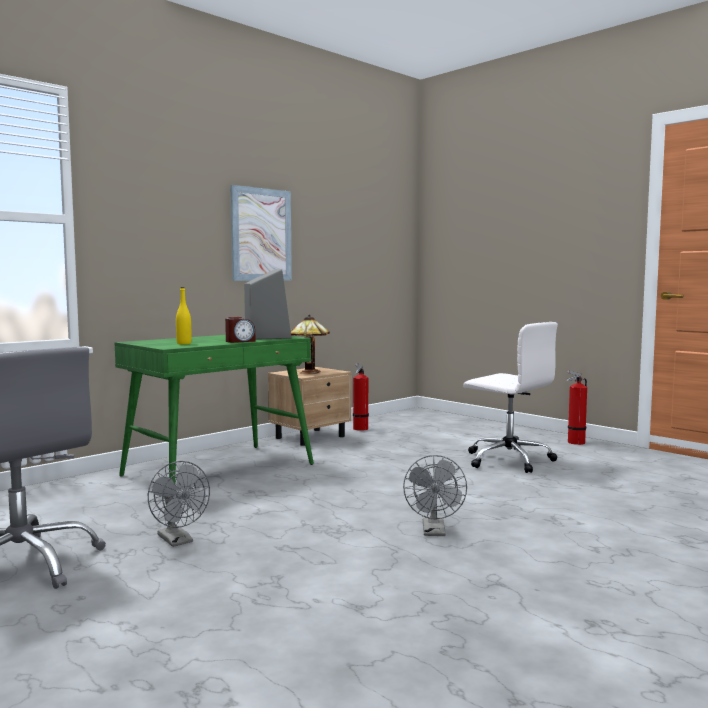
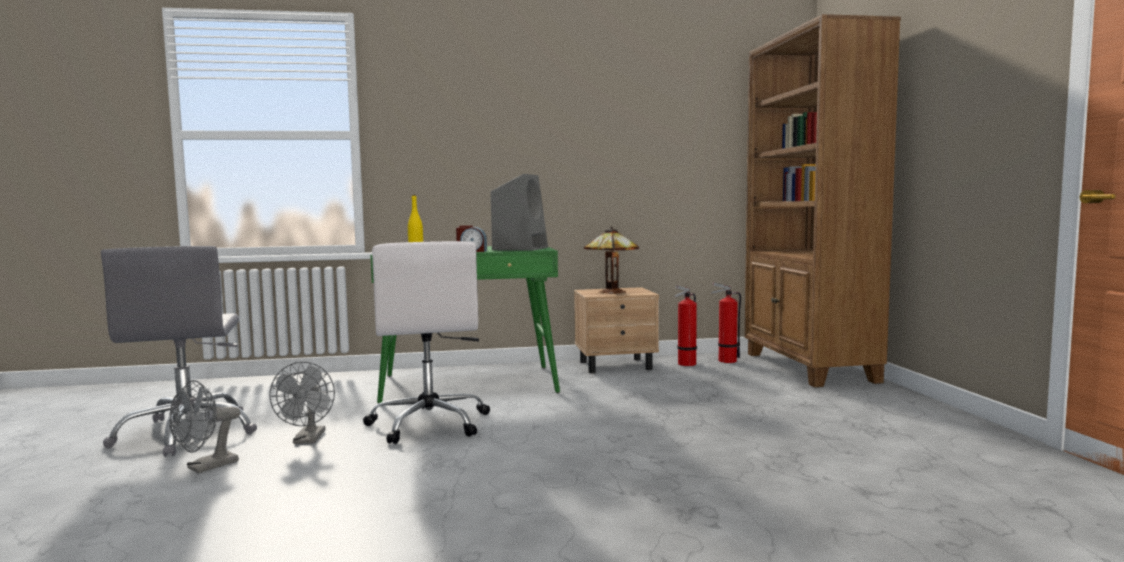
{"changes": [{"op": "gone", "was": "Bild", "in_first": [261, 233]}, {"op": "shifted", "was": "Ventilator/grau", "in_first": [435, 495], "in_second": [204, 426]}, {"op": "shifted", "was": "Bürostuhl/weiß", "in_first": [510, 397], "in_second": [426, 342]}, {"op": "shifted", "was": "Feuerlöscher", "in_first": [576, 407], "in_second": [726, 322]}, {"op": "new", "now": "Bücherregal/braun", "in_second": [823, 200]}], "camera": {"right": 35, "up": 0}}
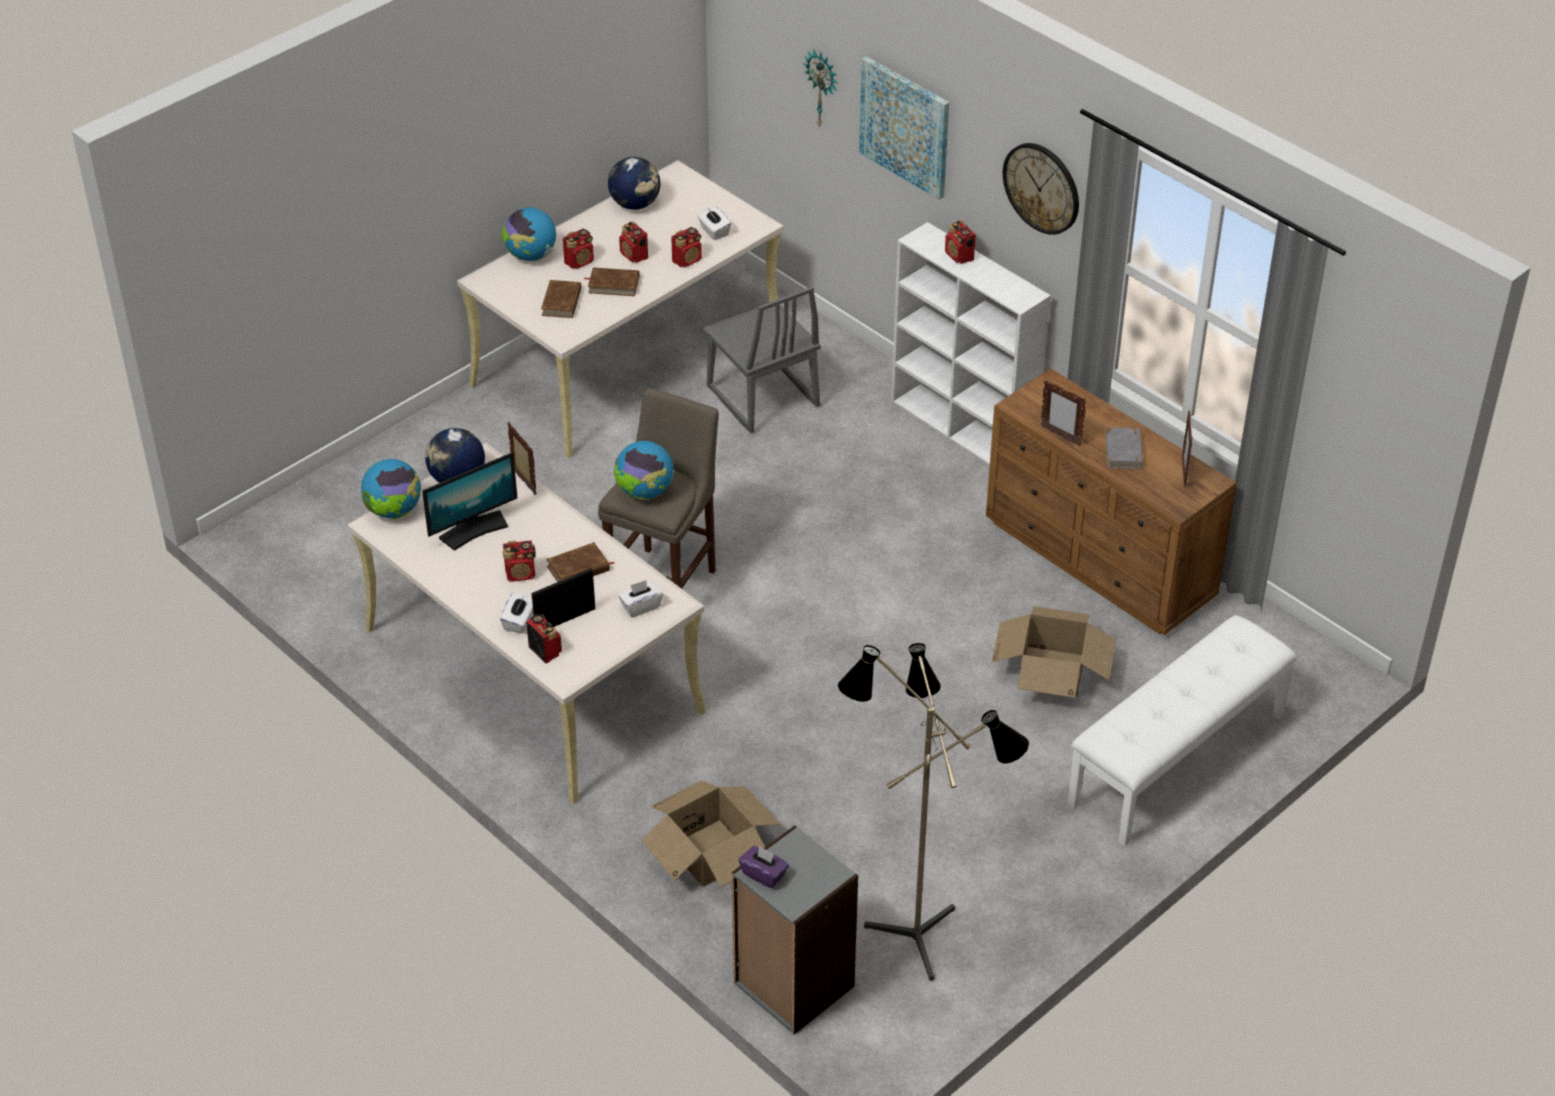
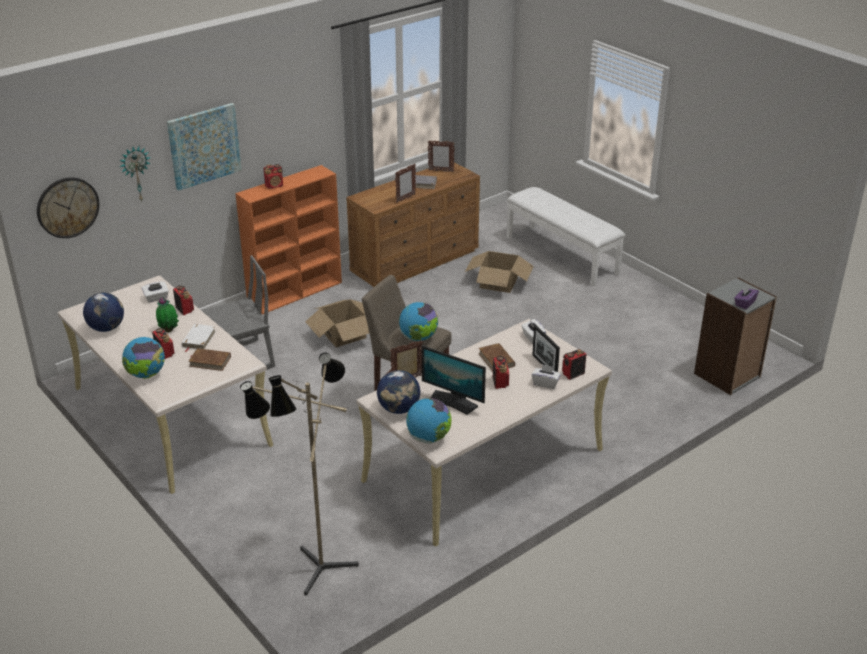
{"changes": [{"op": "rotated", "was": "Monitor", "in_first": [470, 501], "in_second": [454, 380], "clockwise": 150}, {"op": "repainted", "was": "Buch/braun", "now": "Buch/weiß", "in_first": [611, 281], "in_second": [199, 338]}, {"op": "swapped", "was": "Radio", "now": "Topfpflanze", "in_first": [633, 242], "in_second": [167, 315]}, {"op": "shifted", "was": "Karton", "in_first": [710, 833], "in_second": [337, 323]}, {"op": "shifted", "was": "Stehlampe", "in_first": [933, 812], "in_second": [299, 474]}, {"op": "repainted", "was": "Bücherregal/weiß", "now": "Bücherregal/orange", "in_first": [971, 343], "in_second": [288, 240]}, {"op": "shifted", "was": "Wanduhr", "in_first": [1041, 189], "in_second": [68, 207]}], "camera": {"right": -85, "up": -10}}
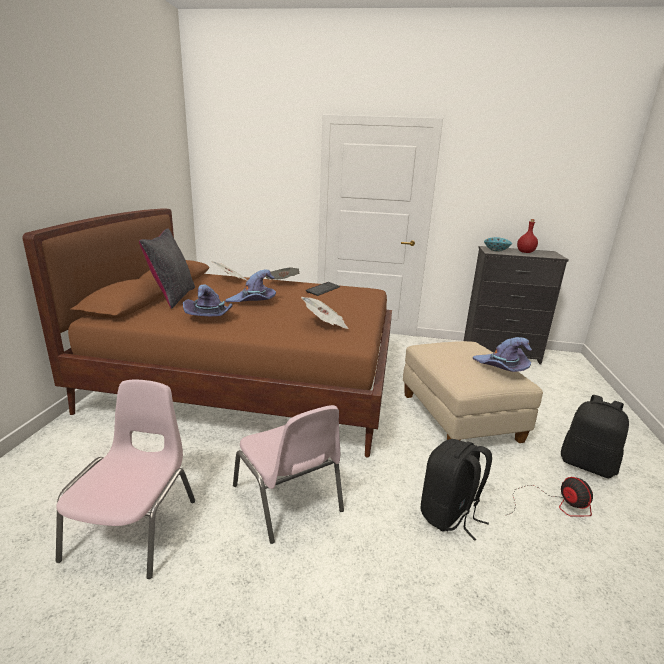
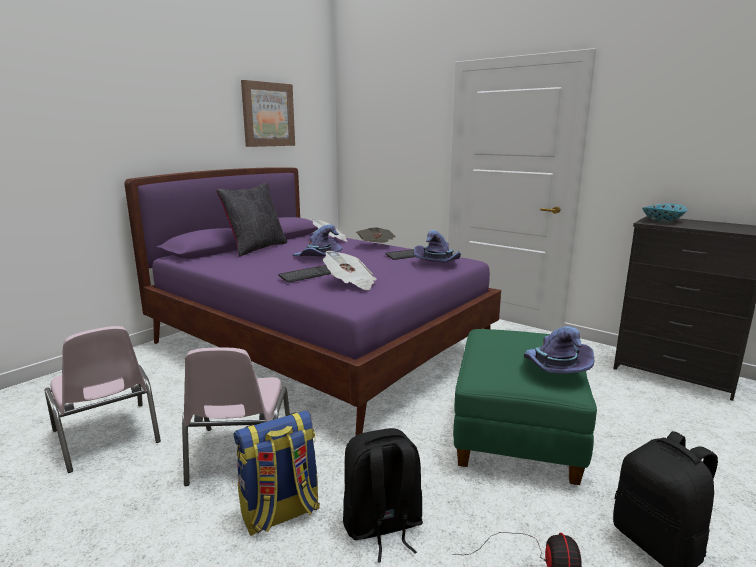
{"changes": [{"op": "repainted", "was": "Bett/braun", "now": "Bett/lila", "in_first": [207, 332], "in_second": [312, 301]}, {"op": "rotated", "was": "Stuhl/rosa", "in_first": [125, 479], "in_second": [102, 399], "clockwise": 105}, {"op": "shifted", "was": "Hut/lila", "in_first": [208, 300], "in_second": [437, 246]}, {"op": "repainted", "was": "Polsterhocker/beige", "now": "Polsterhocker/grün", "in_first": [473, 392], "in_second": [525, 407]}, {"op": "gone", "was": "Flasche/rot", "in_first": [527, 236]}, {"op": "new", "now": "Rucksack", "in_second": [277, 473]}, {"op": "new", "now": "Bild", "in_second": [268, 113]}, {"op": "new", "now": "Tastatur", "in_second": [304, 274]}], "camera": {"right": 30, "up": -5}}
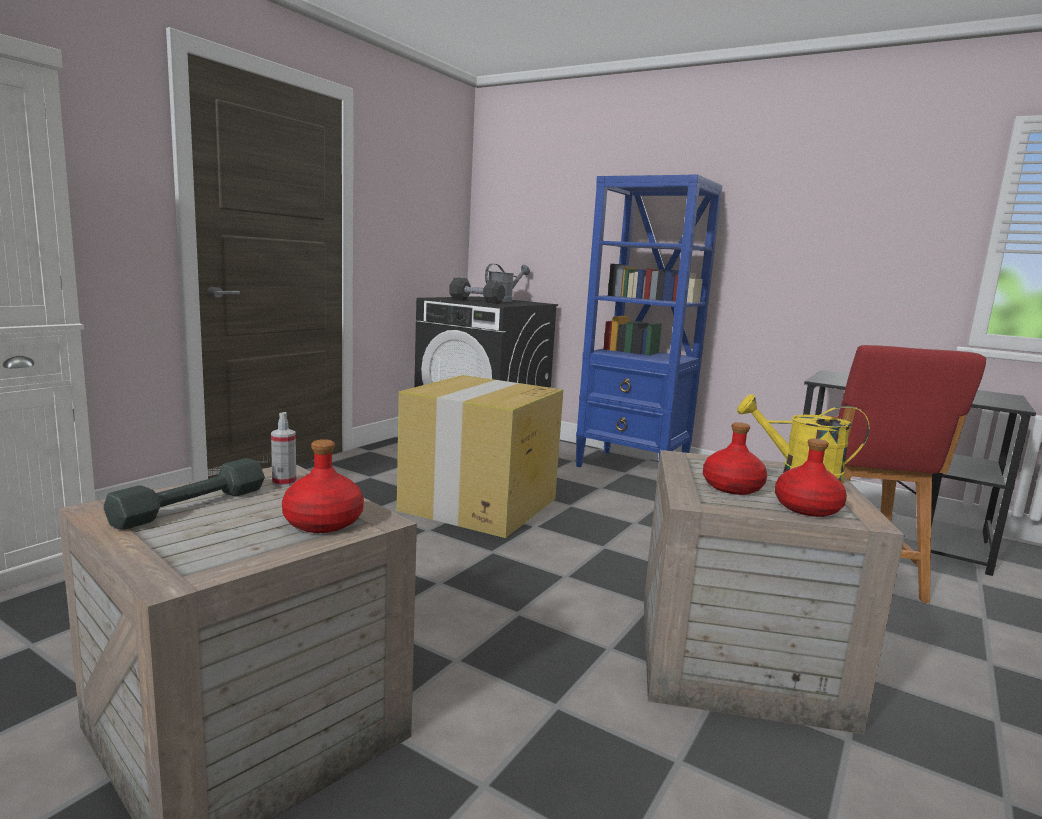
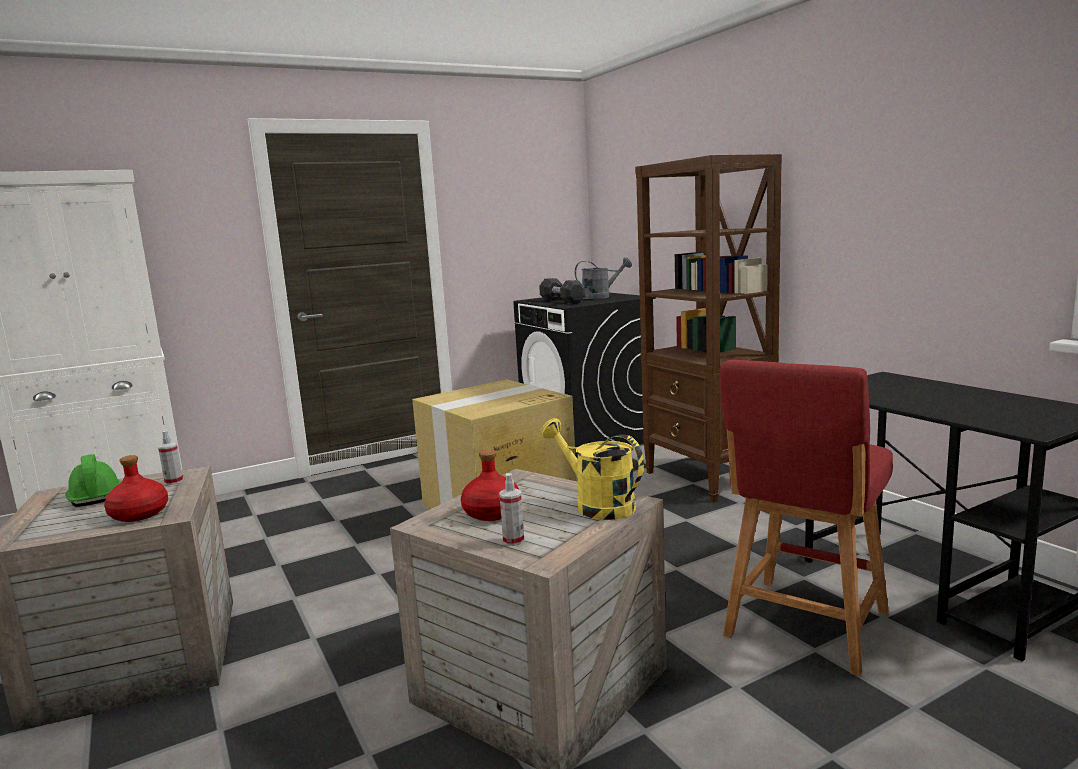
{"changes": [{"op": "swapped", "was": "Hantel/grau", "now": "Schutzhelm/grün", "in_first": [184, 494], "in_second": [93, 480]}, {"op": "repainted", "was": "Bücherregal/blau", "now": "Bücherregal/braun", "in_first": [648, 320], "in_second": [708, 328]}, {"op": "swapped", "was": "Flasche/rot", "now": "Sprühflasche", "in_first": [811, 477], "in_second": [511, 509]}], "camera": {"right": 30, "up": 0}}
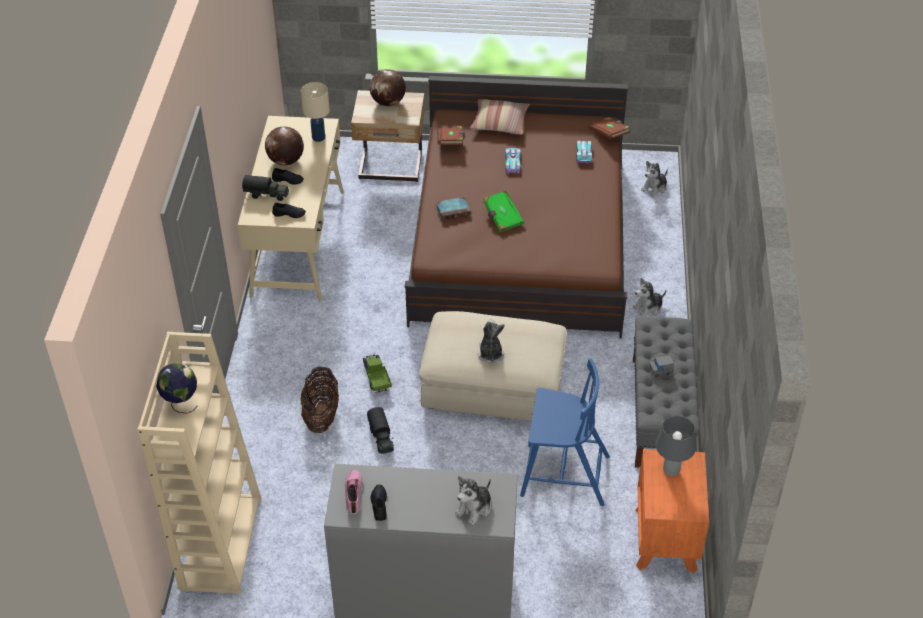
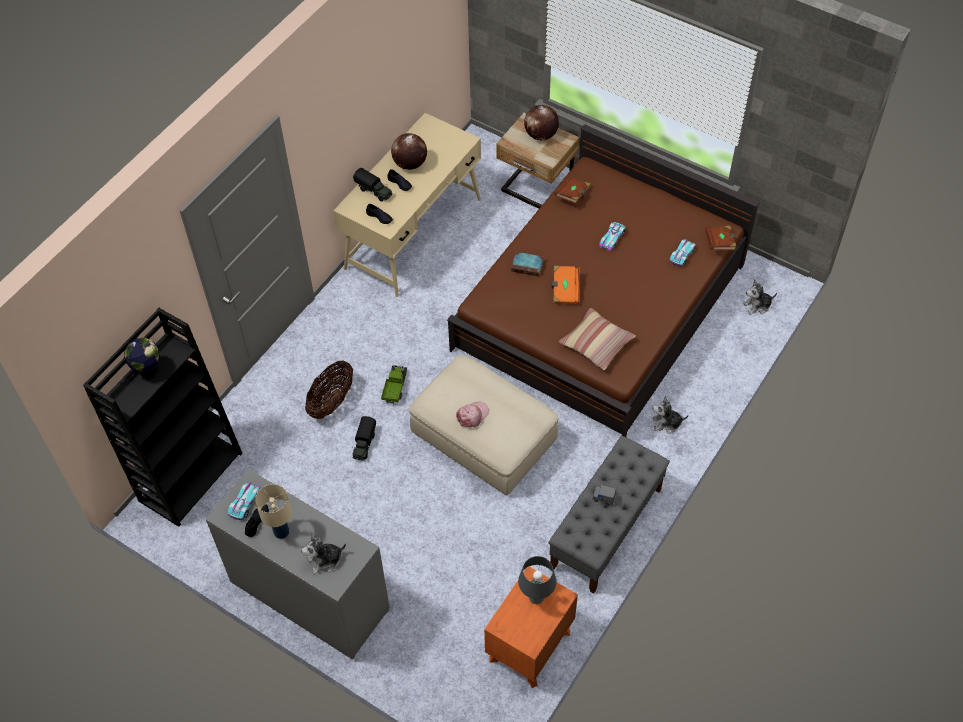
{"changes": [{"op": "repainted", "was": "Bücherregal/beige", "now": "Bücherregal/schwarz", "in_first": [199, 463], "in_second": [163, 417]}, {"op": "shifted", "was": "Tischlampe/beige", "in_first": [315, 112], "in_second": [273, 511]}, {"op": "swapped", "was": "Schuh", "now": "Spielzeugauto", "in_first": [354, 492], "in_second": [244, 501]}, {"op": "shifted", "was": "Kissen", "in_first": [500, 117], "in_second": [597, 339]}, {"op": "swapped", "was": "Plüschtier", "now": "Kappe/rosa", "in_first": [491, 341], "in_second": [472, 414]}, {"op": "repainted", "was": "Buch/grün", "now": "Buch/orange", "in_first": [503, 211], "in_second": [565, 285]}, {"op": "gone", "was": "Stuhl/blau", "in_first": [565, 432]}], "camera": {"right": 30, "up": 10}}
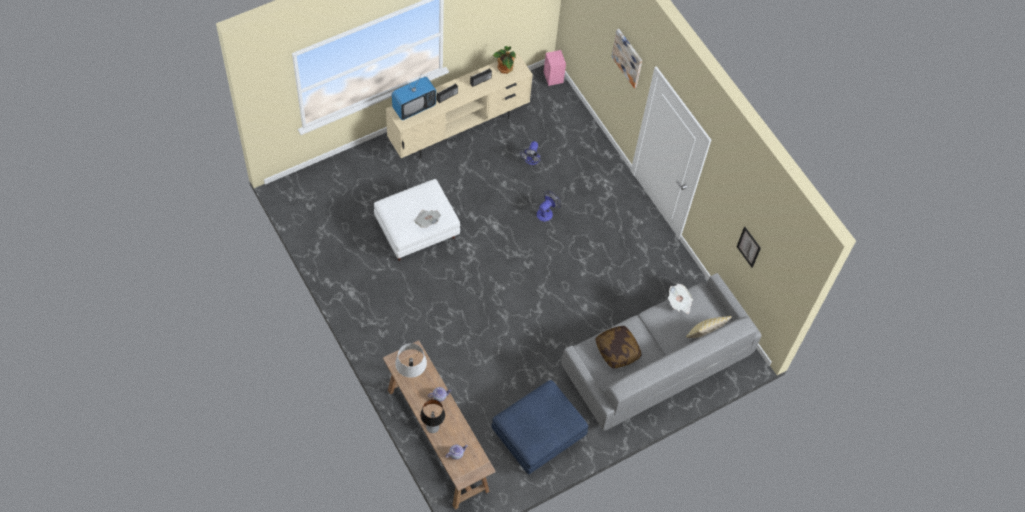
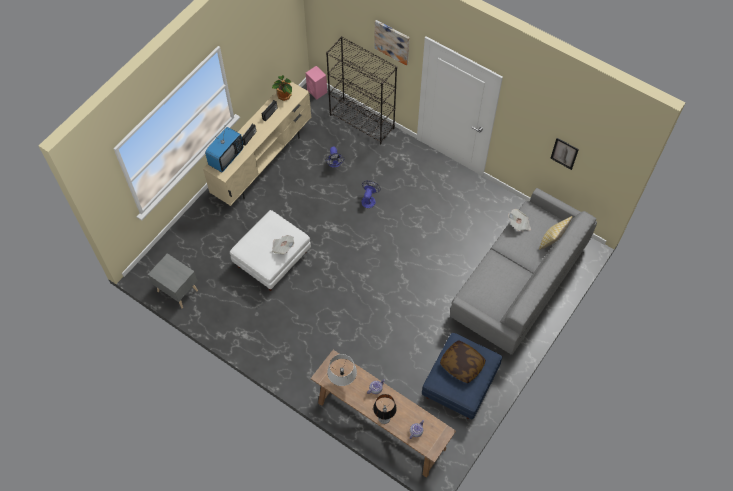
{"changes": [{"op": "shifted", "was": "Kissen", "in_first": [618, 347], "in_second": [463, 361]}, {"op": "new", "now": "Nachttisch/grau", "in_second": [173, 280]}, {"op": "new", "now": "Bücherregal/schwarz", "in_second": [361, 90]}], "camera": {"right": -20, "up": 0}}
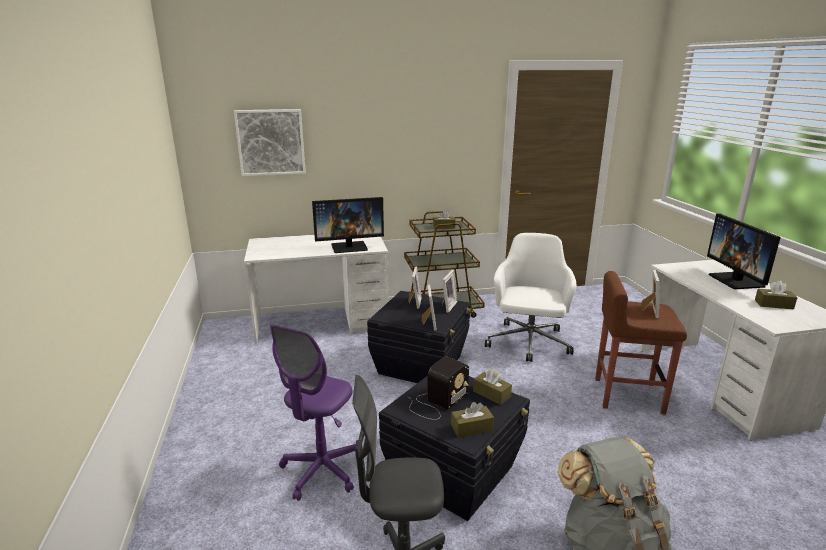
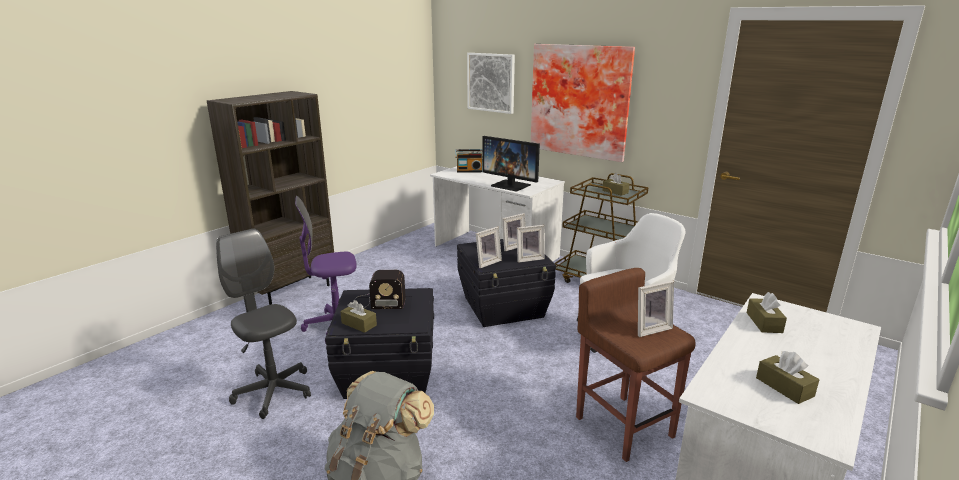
{"changes": [{"op": "shifted", "was": "Taschentuchbox/braun", "in_first": [492, 386], "in_second": [767, 312]}, {"op": "gone", "was": "Monitor", "in_first": [744, 251]}, {"op": "new", "now": "Bücherregal/braun", "in_second": [270, 198]}, {"op": "new", "now": "Radio", "in_second": [468, 161]}, {"op": "new", "now": "Bild", "in_second": [583, 103]}], "camera": {"right": 50, "up": 0}}
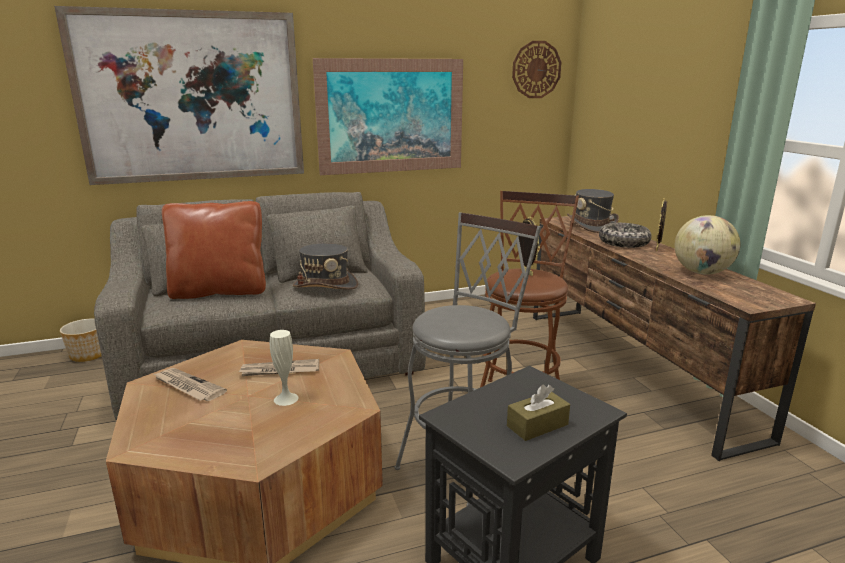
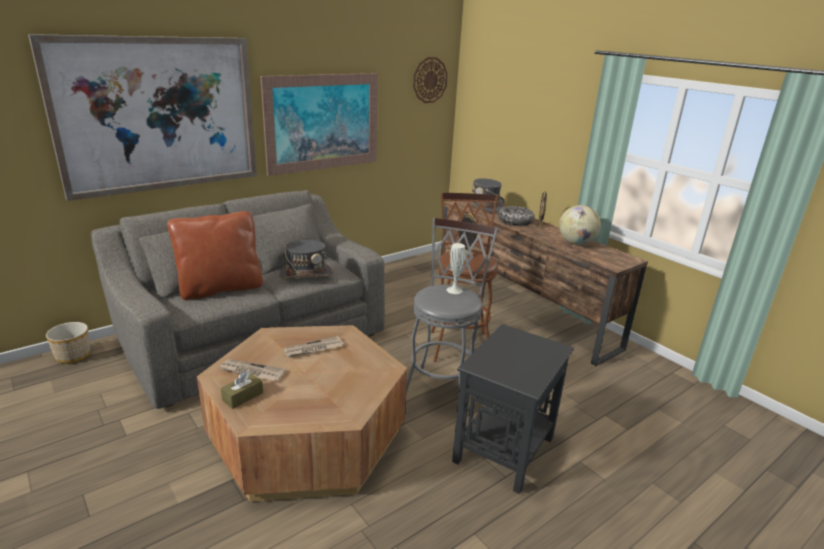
{"changes": [{"op": "shifted", "was": "Vase/weiß", "in_first": [284, 368], "in_second": [456, 268]}, {"op": "shifted", "was": "Taschentuchbox/braun", "in_first": [538, 412], "in_second": [242, 390]}], "camera": {"right": -20, "up": 5}}
